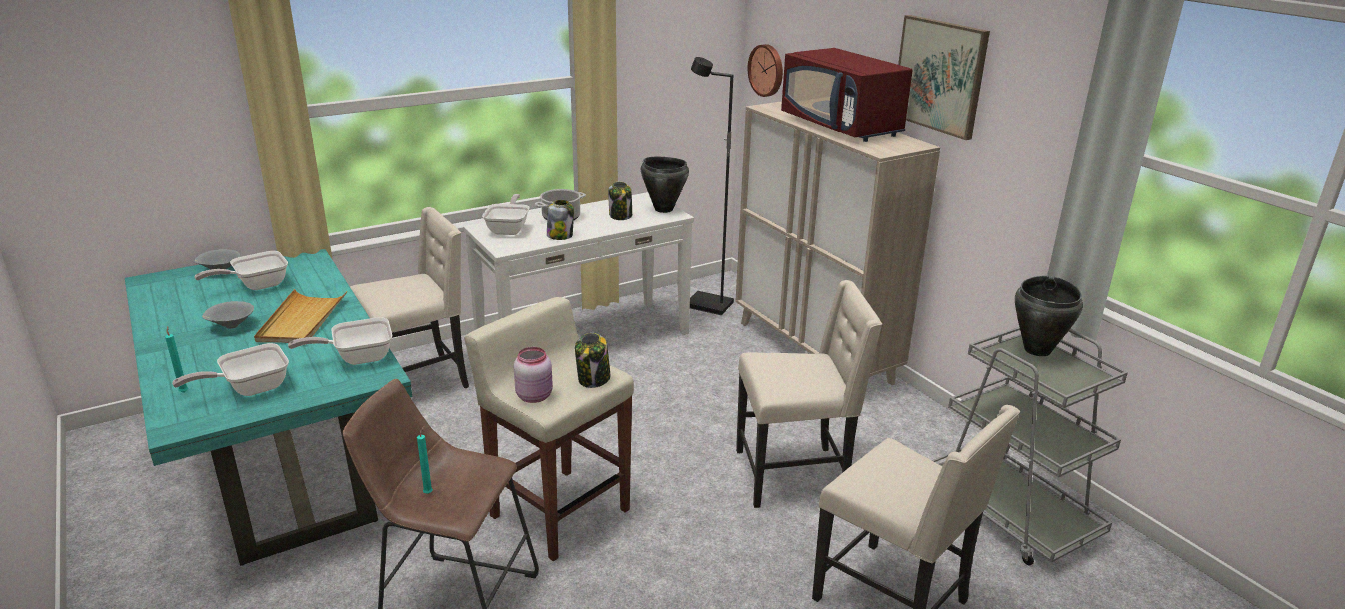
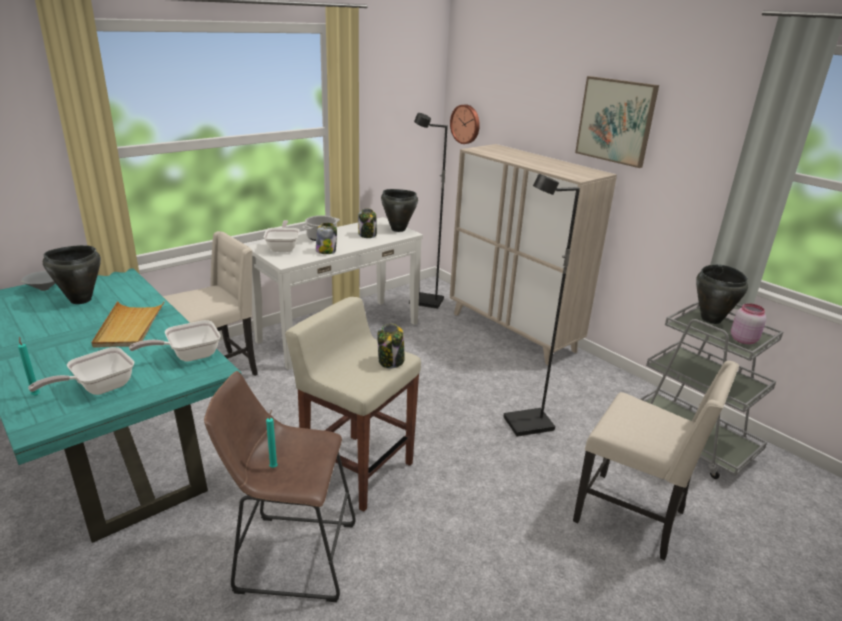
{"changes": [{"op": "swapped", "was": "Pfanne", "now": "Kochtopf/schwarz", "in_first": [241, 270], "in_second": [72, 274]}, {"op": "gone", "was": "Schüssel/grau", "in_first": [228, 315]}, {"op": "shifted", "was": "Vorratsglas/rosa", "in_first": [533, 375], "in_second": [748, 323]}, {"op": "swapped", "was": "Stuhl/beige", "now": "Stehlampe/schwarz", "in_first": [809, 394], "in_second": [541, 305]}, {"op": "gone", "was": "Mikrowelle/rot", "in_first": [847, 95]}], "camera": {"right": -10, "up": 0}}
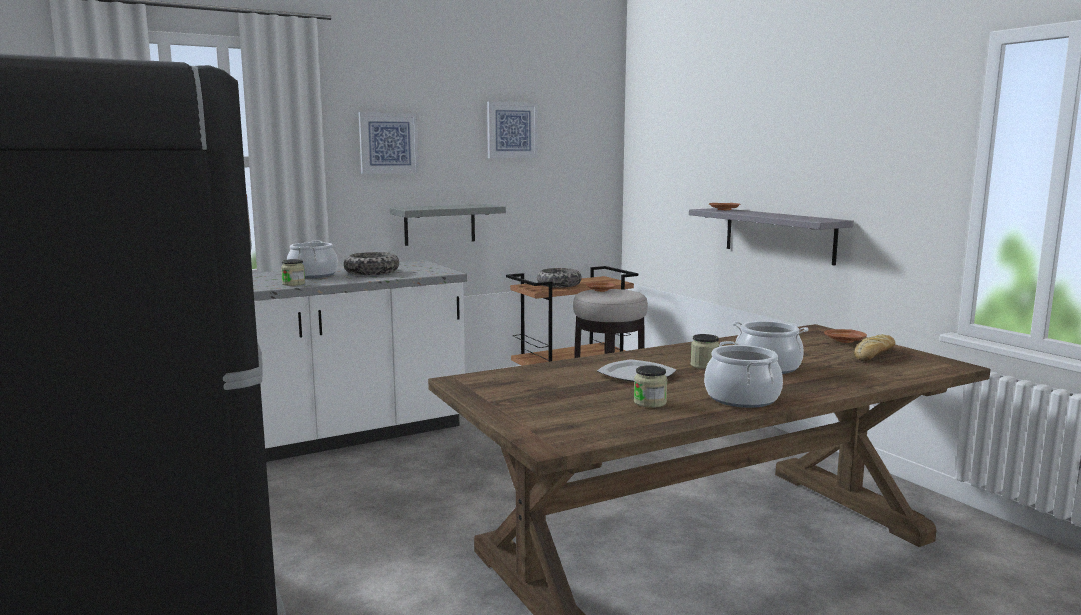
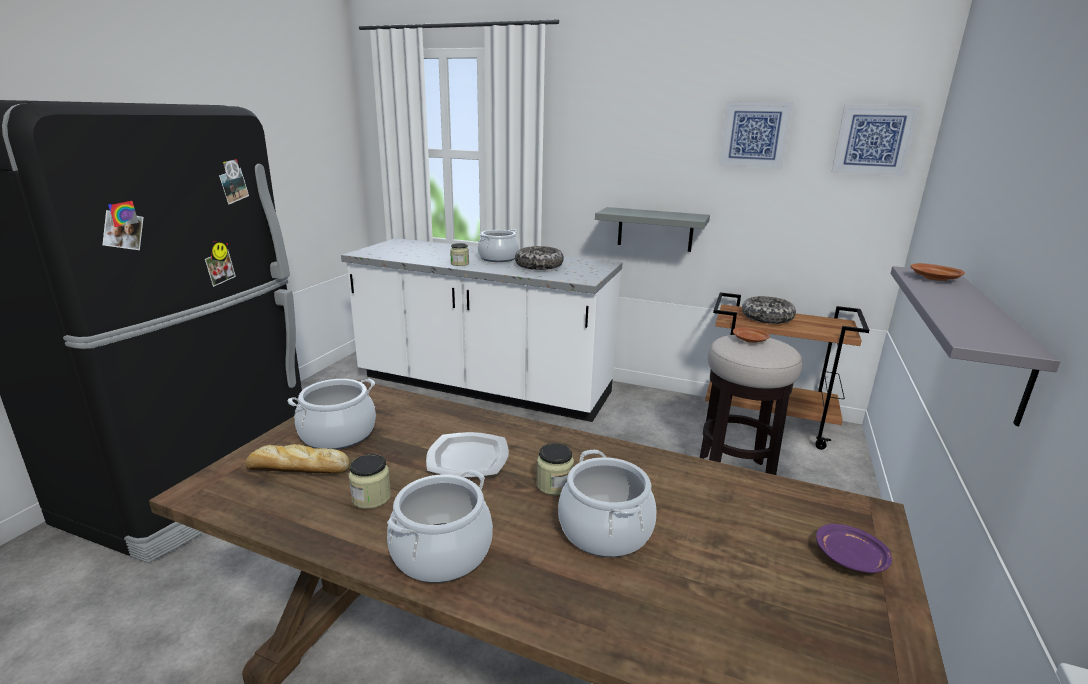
{"changes": [{"op": "shifted", "was": "Bild", "in_first": [389, 143], "in_second": [876, 140]}, {"op": "repainted", "was": "Teller/braun", "now": "Teller/lila", "in_first": [845, 336], "in_second": [854, 548]}, {"op": "shifted", "was": "Brot", "in_first": [874, 347], "in_second": [297, 459]}, {"op": "new", "now": "Kochtopf", "in_second": [332, 414]}], "camera": {"right": 50, "up": 10}}
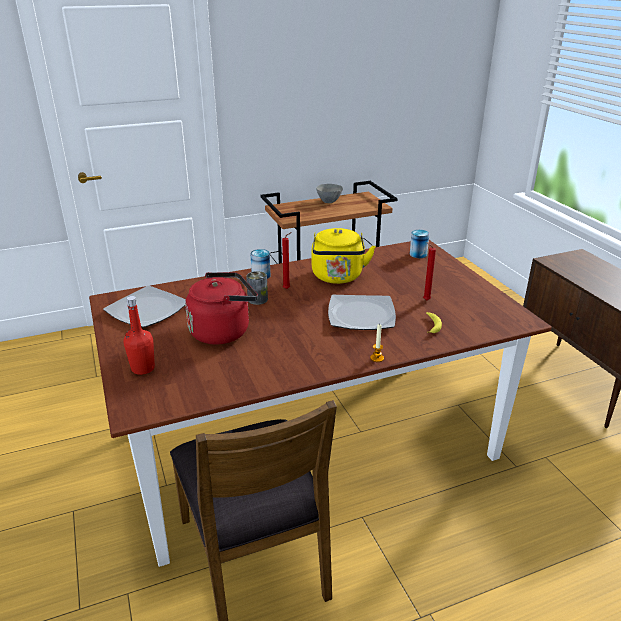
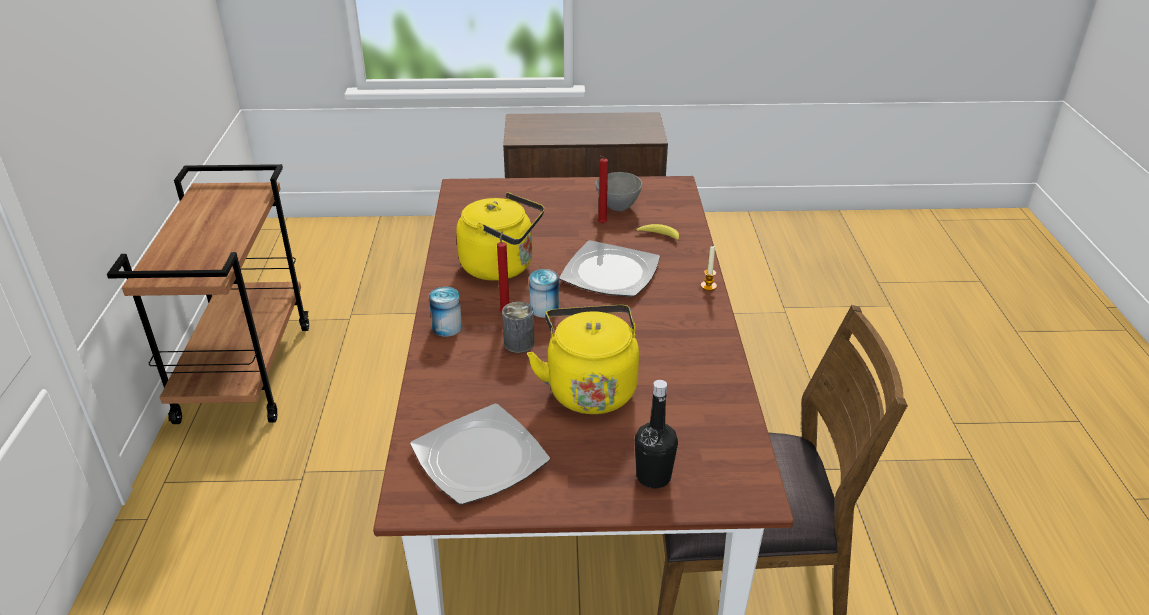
{"changes": [{"op": "repainted", "was": "Flasche/rot", "now": "Flasche/schwarz", "in_first": [139, 335], "in_second": [656, 434]}, {"op": "repainted", "was": "Wasserkessel/rot", "now": "Wasserkessel/gelb", "in_first": [221, 308], "in_second": [583, 359]}, {"op": "shifted", "was": "Schüssel/grau", "in_first": [329, 193], "in_second": [619, 191]}, {"op": "shifted", "was": "Dose", "in_first": [419, 244], "in_second": [544, 293]}], "camera": {"right": -70, "up": 5}}
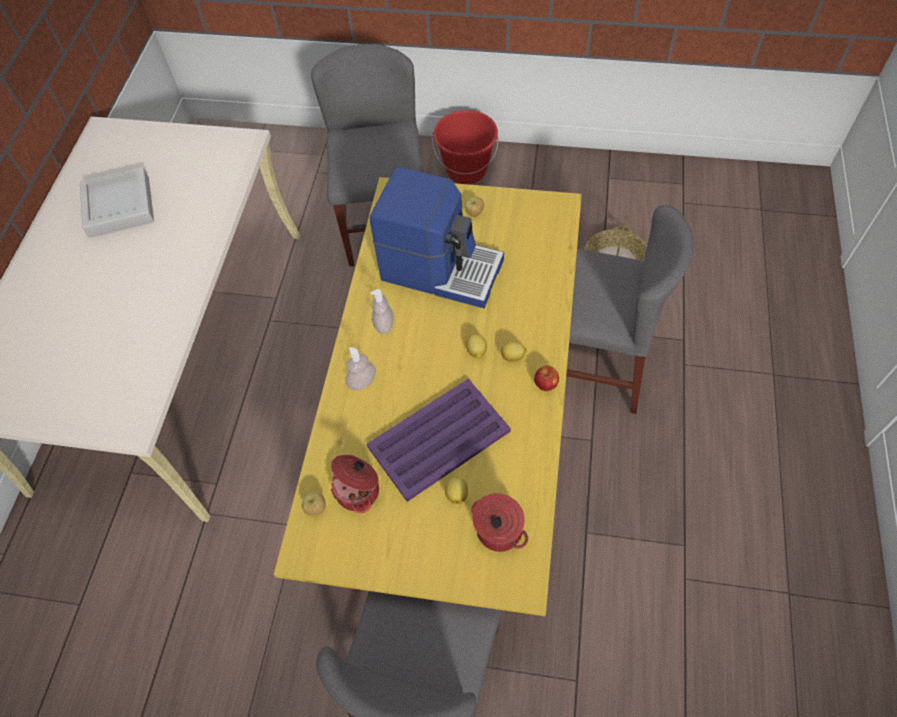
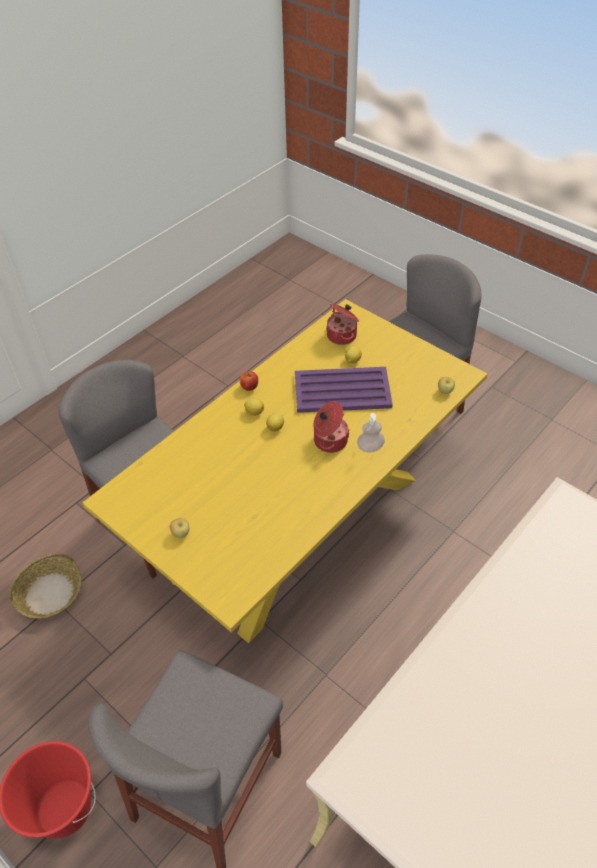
{"changes": [{"op": "gone", "was": "Tablett/grau", "in_first": [117, 202]}, {"op": "shifted", "was": "Kochtopf", "in_first": [355, 484], "in_second": [331, 427]}, {"op": "gone", "was": "Kaffeemaschine", "in_first": [437, 237]}, {"op": "gone", "was": "Seifenspender", "in_first": [382, 311]}], "camera": {"right": -150, "up": -10}}
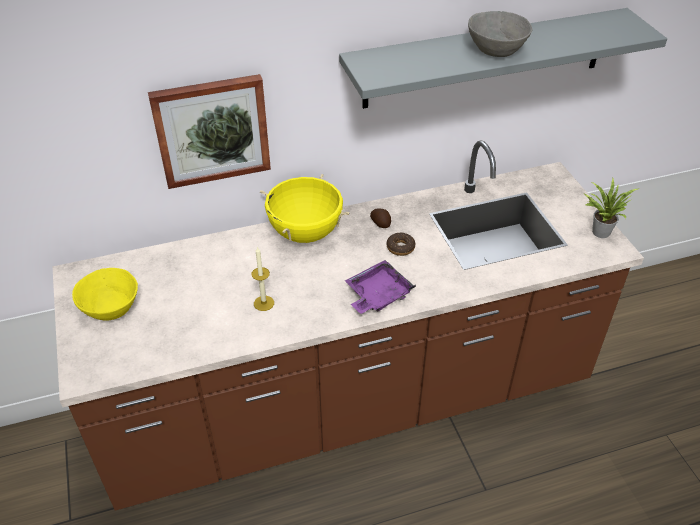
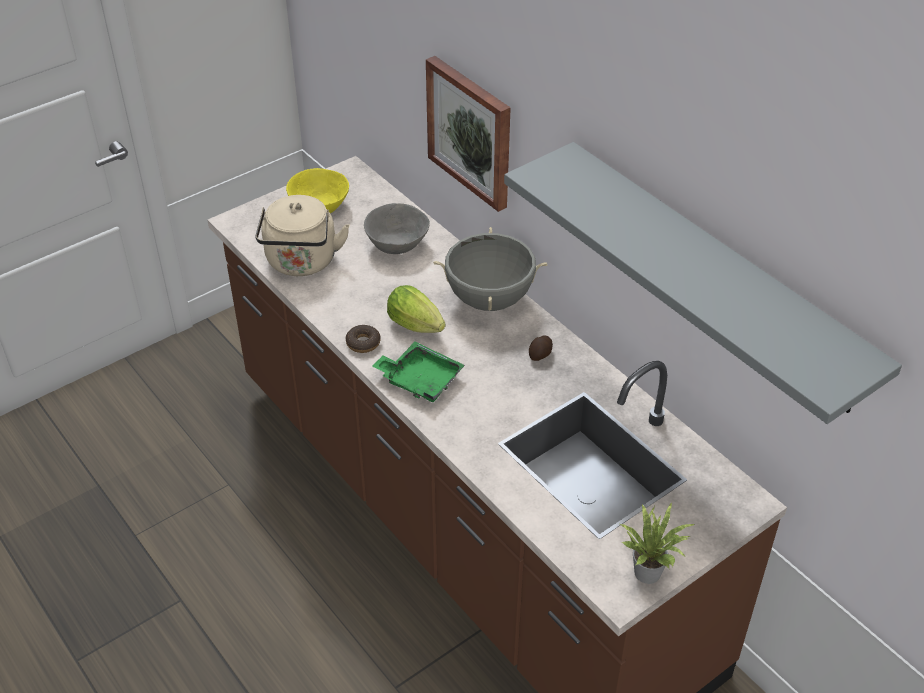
{"changes": [{"op": "gone", "was": "Kerze", "in_first": [263, 278]}, {"op": "repainted", "was": "Kochtopf/gelb", "now": "Kochtopf/grau", "in_first": [304, 208], "in_second": [490, 269]}, {"op": "repainted", "was": "Tablett/lila", "now": "Tablett/grün", "in_first": [380, 287], "in_second": [418, 371]}, {"op": "shifted", "was": "Donut", "in_first": [401, 244], "in_second": [363, 339]}, {"op": "shifted", "was": "Schüssel/grau", "in_first": [500, 34], "in_second": [397, 228]}, {"op": "new", "now": "Wasserkessel/beige", "in_second": [302, 235]}, {"op": "new", "now": "Salatkopf", "in_second": [416, 309]}], "camera": {"right": 70, "up": 0}}
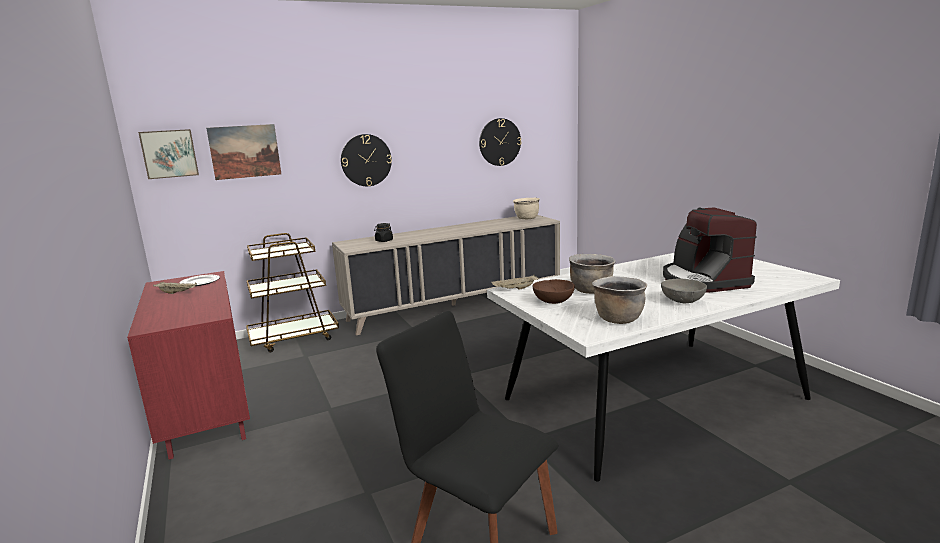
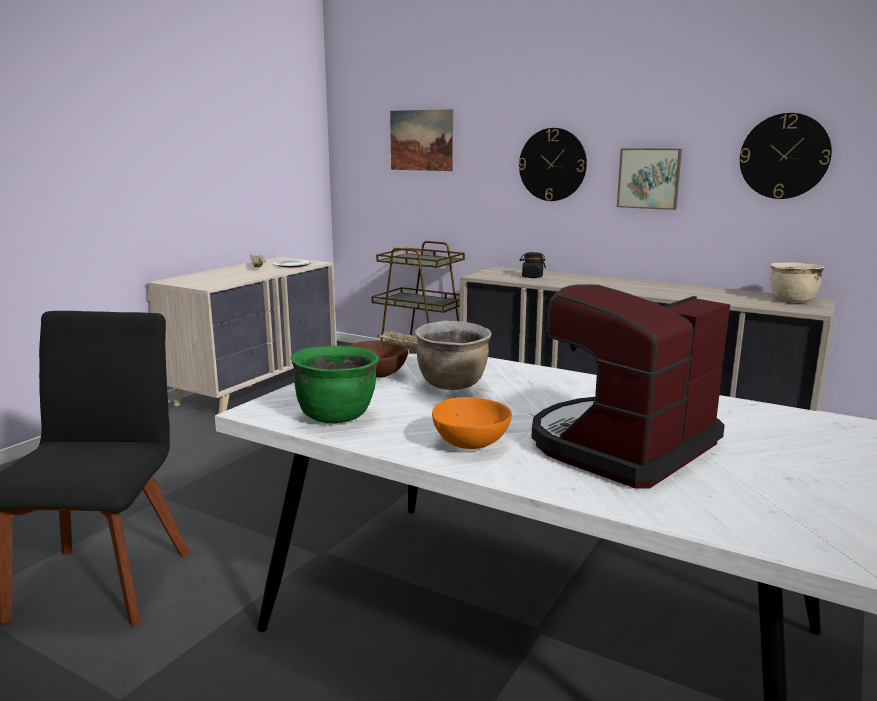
{"changes": [{"op": "repainted", "was": "Kommode/rot", "now": "Kommode/beige", "in_first": [188, 365], "in_second": [242, 335]}, {"op": "shifted", "was": "Bild", "in_first": [168, 154], "in_second": [649, 179]}, {"op": "repainted", "was": "Kochtopf/braun", "now": "Kochtopf/grün", "in_first": [619, 300], "in_second": [335, 384]}, {"op": "repainted", "was": "Schüssel/grau", "now": "Schüssel/orange", "in_first": [684, 290], "in_second": [472, 423]}], "camera": {"right": 55, "up": 0}}
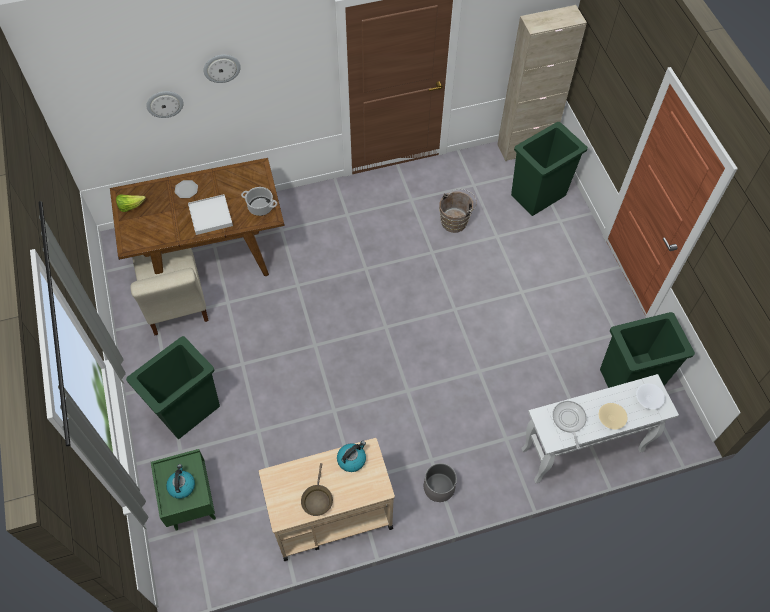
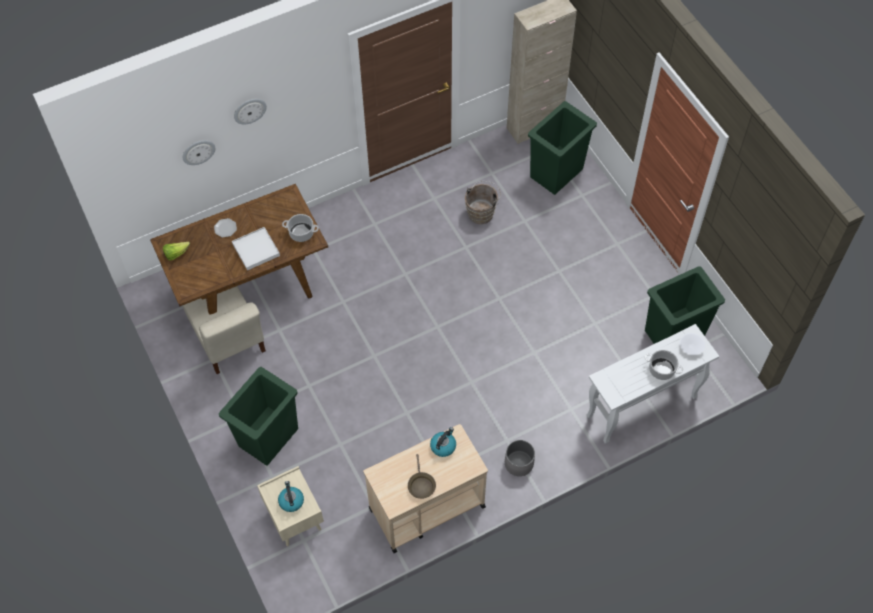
{"changes": [{"op": "repainted", "was": "Nachttisch/grün", "now": "Nachttisch/beige", "in_first": [183, 490], "in_second": [290, 506]}, {"op": "gone", "was": "Pfanne", "in_first": [570, 425]}, {"op": "swapped", "was": "Schüssel/beige", "now": "Kochtopf", "in_first": [613, 416], "in_second": [664, 365]}], "camera": {"right": -10, "up": 0}}
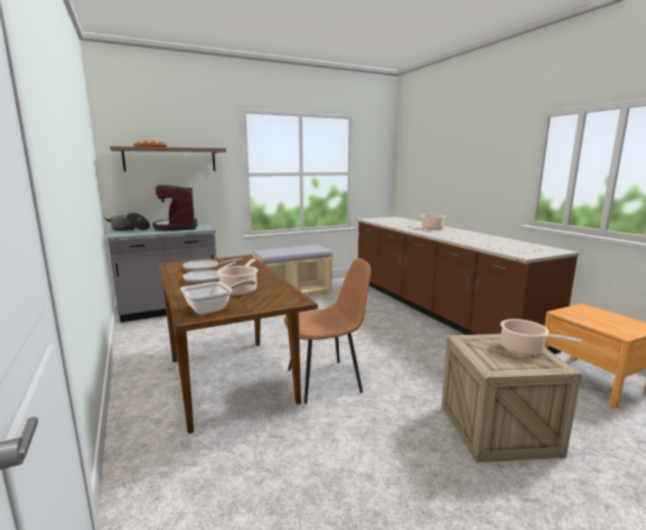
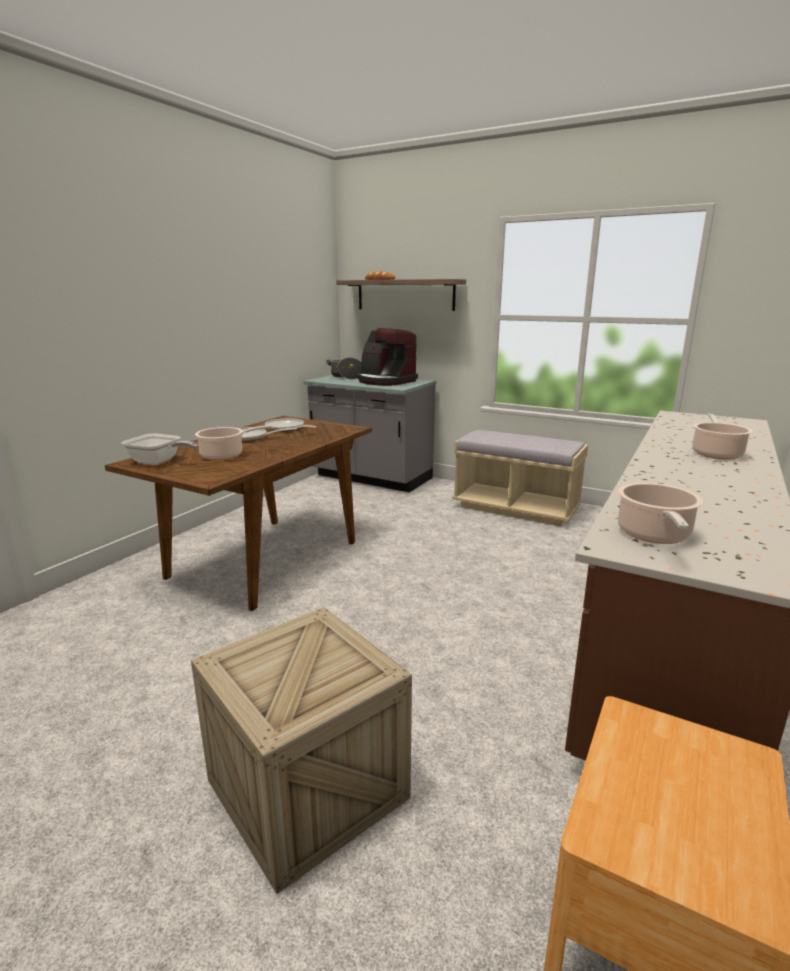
{"changes": [{"op": "rotated", "was": "Kaffeemaschine", "in_first": [175, 208], "in_second": [388, 357], "clockwise": -90}, {"op": "gone", "was": "Stuhl/braun", "in_first": [327, 331]}, {"op": "shifted", "was": "Kochtopf", "in_first": [540, 337], "in_second": [660, 513]}], "camera": {"right": 55, "up": 5}}
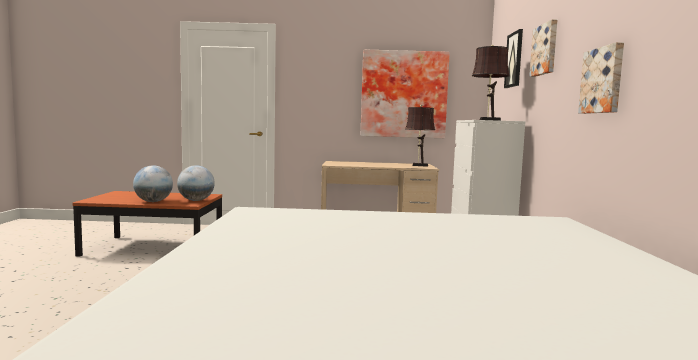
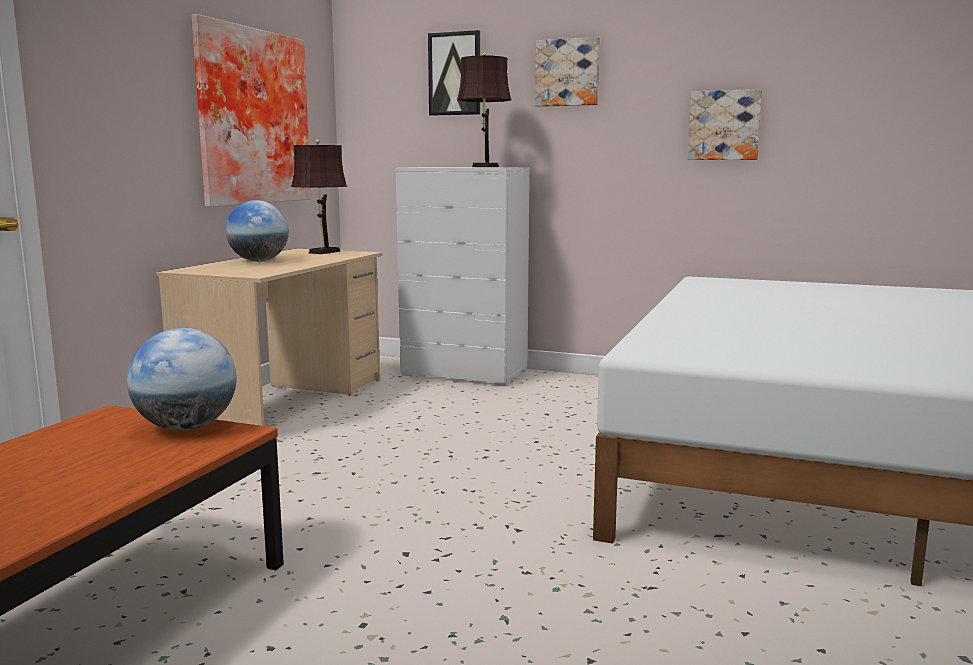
{"changes": [{"op": "shifted", "was": "Globus", "in_first": [153, 184], "in_second": [257, 230]}], "camera": {"right": -70, "up": 5}}
